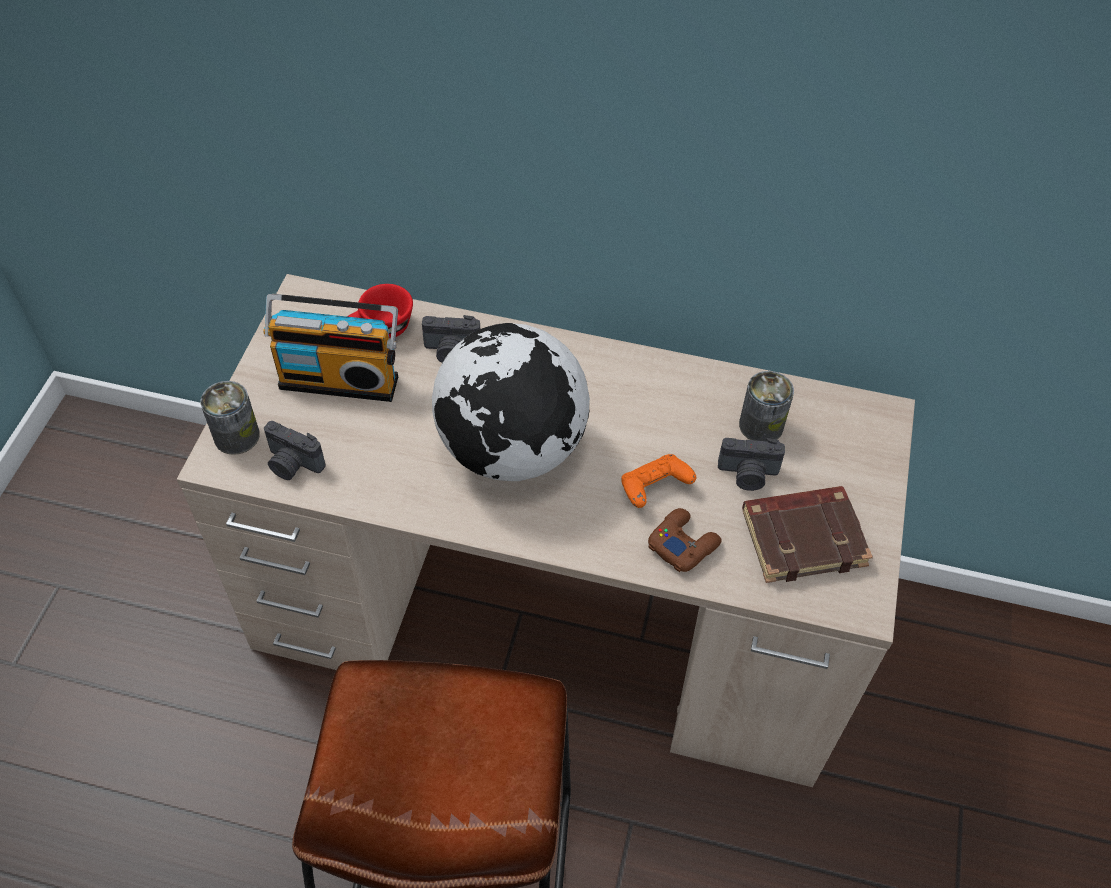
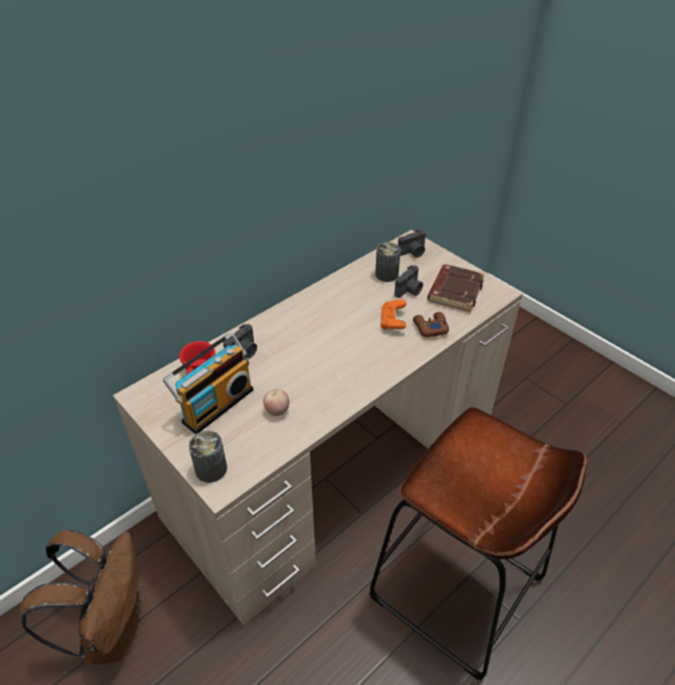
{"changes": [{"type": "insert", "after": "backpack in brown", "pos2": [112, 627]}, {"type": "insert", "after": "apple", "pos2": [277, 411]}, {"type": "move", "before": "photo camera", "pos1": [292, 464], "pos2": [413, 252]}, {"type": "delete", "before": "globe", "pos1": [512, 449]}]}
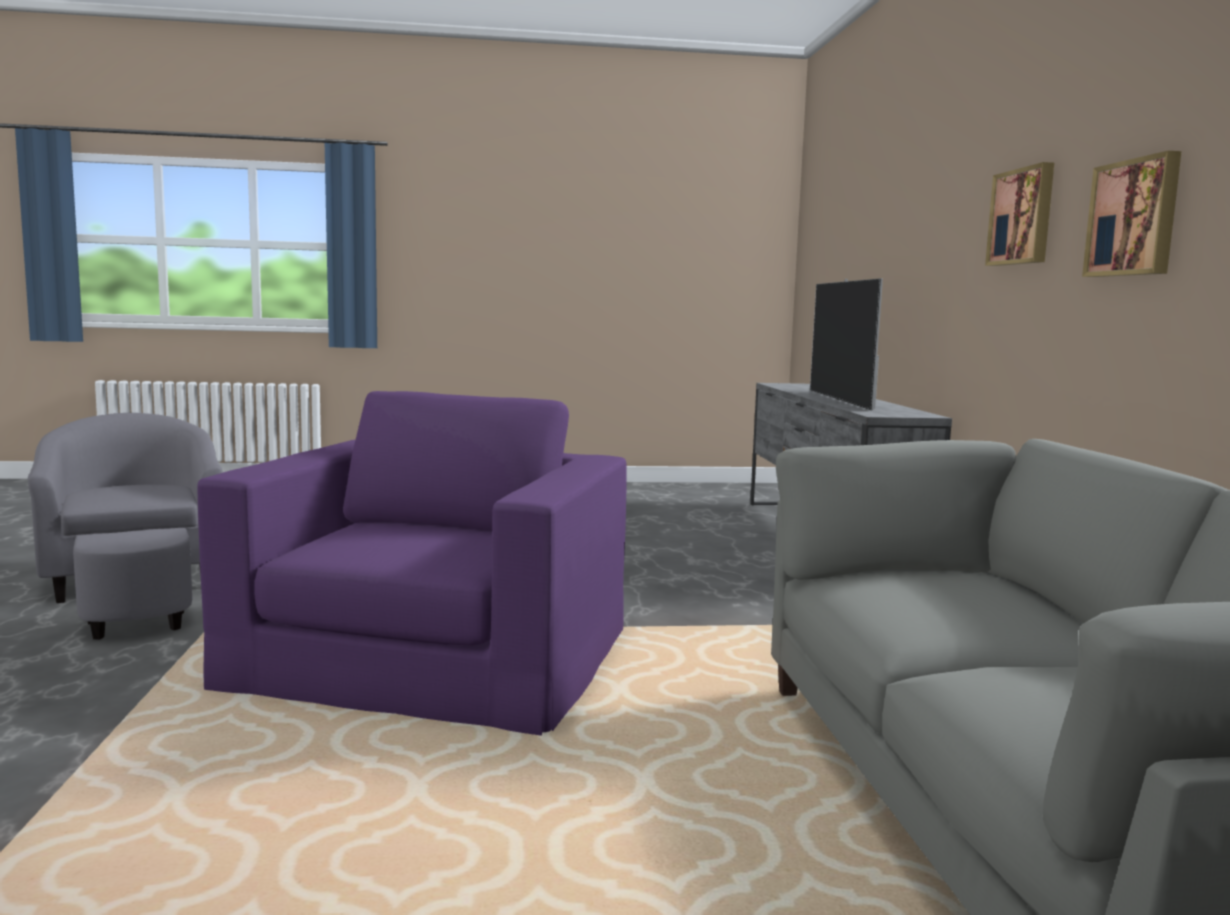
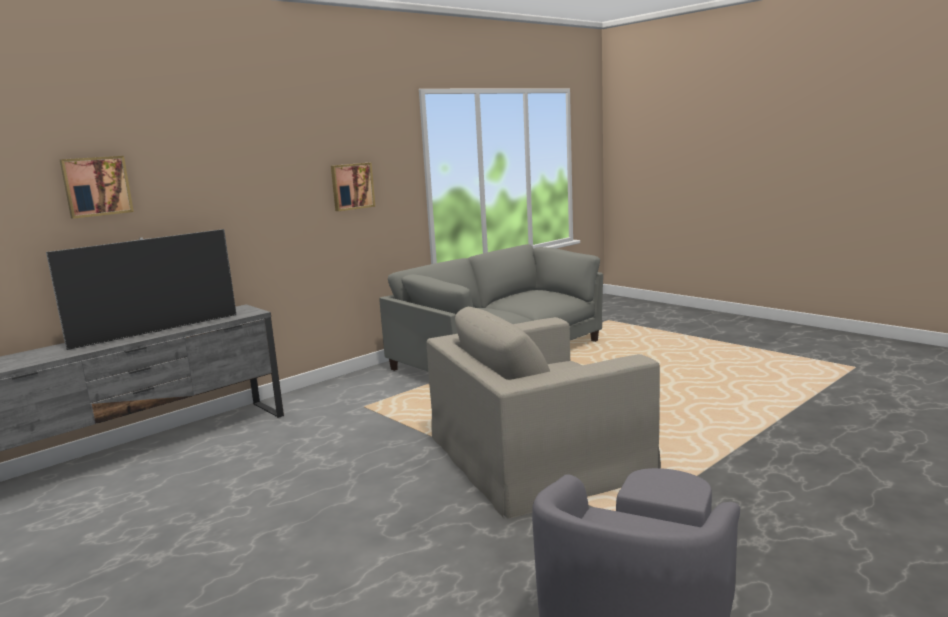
{"changes": [{"type": "move", "before": "picture", "pos1": [1023, 217], "pos2": [96, 186]}, {"type": "recolor", "before": "armchair in purple", "after": "armchair in beige", "pos1": [434, 656], "pos2": [537, 454]}]}
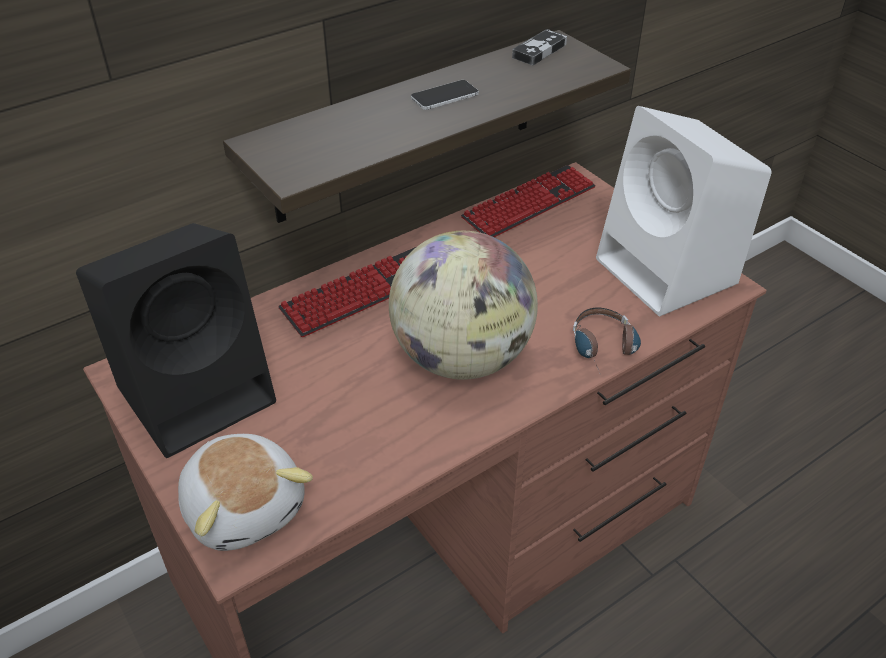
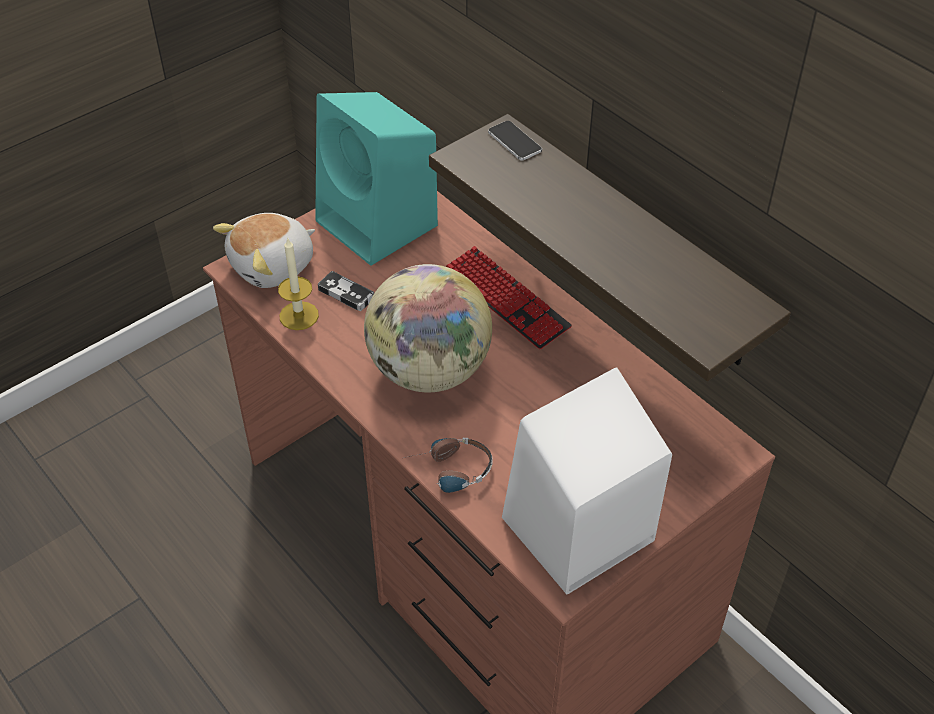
{"changes": [{"type": "insert", "after": "candle", "pos2": [299, 316]}, {"type": "recolor", "before": "speaker in black", "after": "speaker in turquoise", "pos1": [199, 392], "pos2": [379, 224]}, {"type": "move", "before": "game controller", "pos1": [539, 51], "pos2": [346, 294]}, {"type": "move", "before": "phone", "pos1": [444, 96], "pos2": [514, 141]}, {"type": "delete", "before": "keyboard", "pos1": [529, 203]}]}
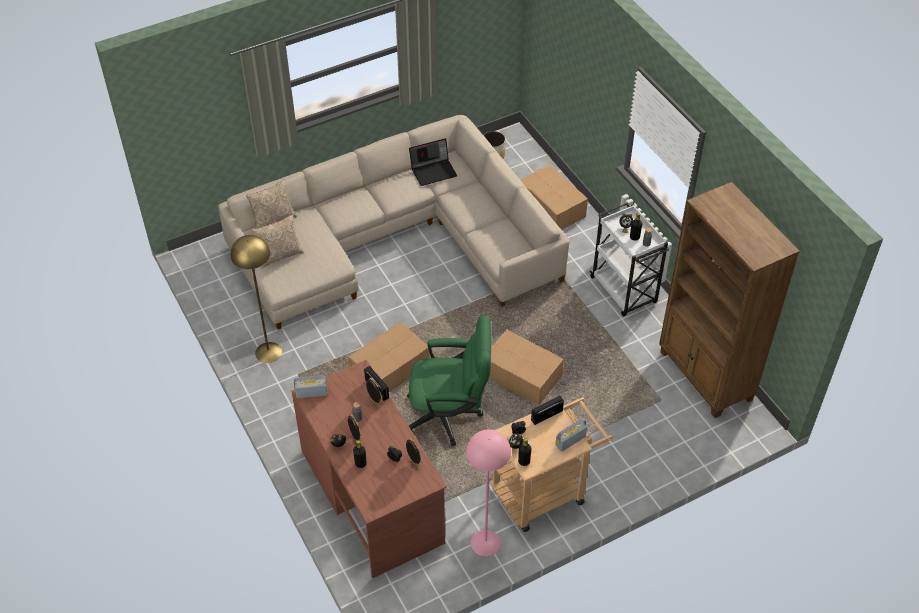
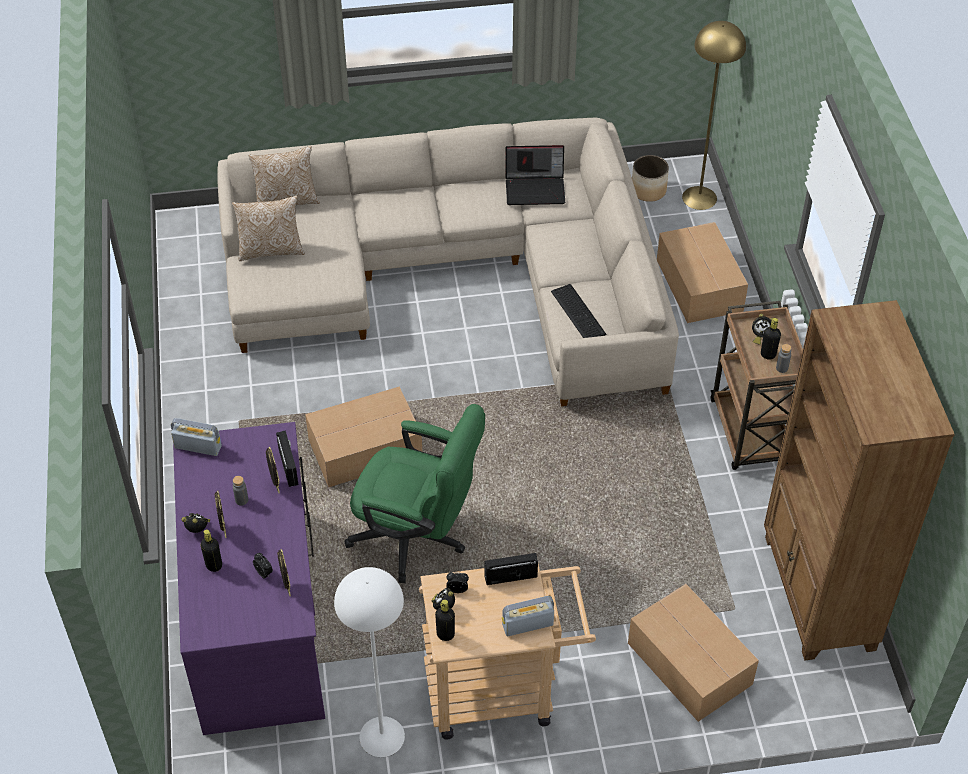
{"changes": [{"type": "recolor", "before": "desk in brown", "after": "desk in purple", "pos1": [372, 495], "pos2": [258, 618]}, {"type": "recolor", "before": "floor lamp in pink", "after": "floor lamp in white", "pos1": [485, 543], "pos2": [381, 736]}, {"type": "insert", "after": "keyboard", "pos2": [579, 312]}, {"type": "move", "before": "cardboard box", "pos1": [522, 376], "pos2": [690, 665]}, {"type": "move", "before": "floor lamp in yellow", "pos1": [268, 352], "pos2": [699, 197]}, {"type": "recolor", "before": "cart in white", "after": "cart in brown", "pos1": [624, 291], "pos2": [751, 433]}]}
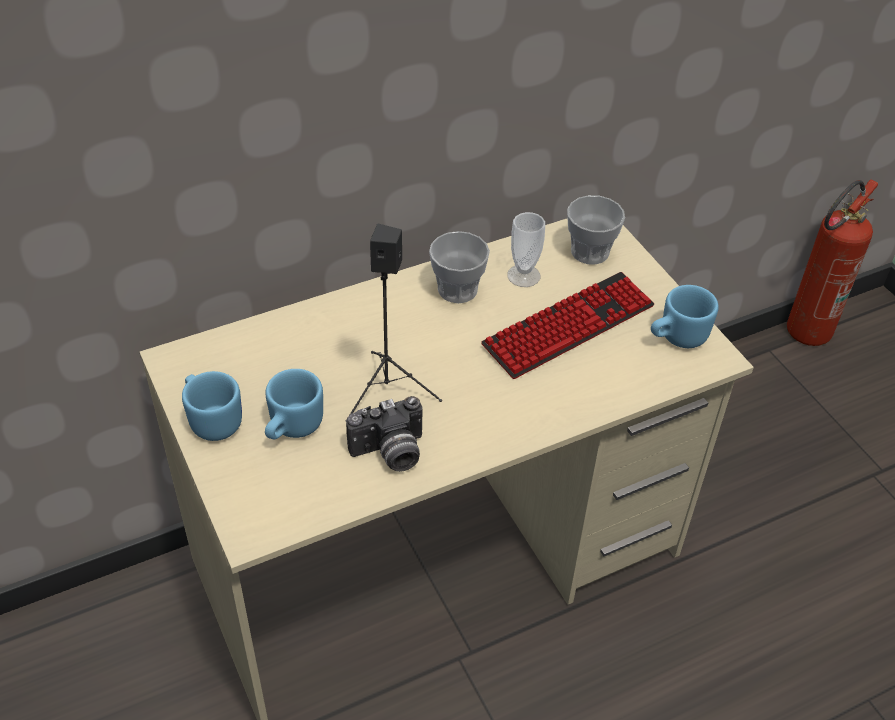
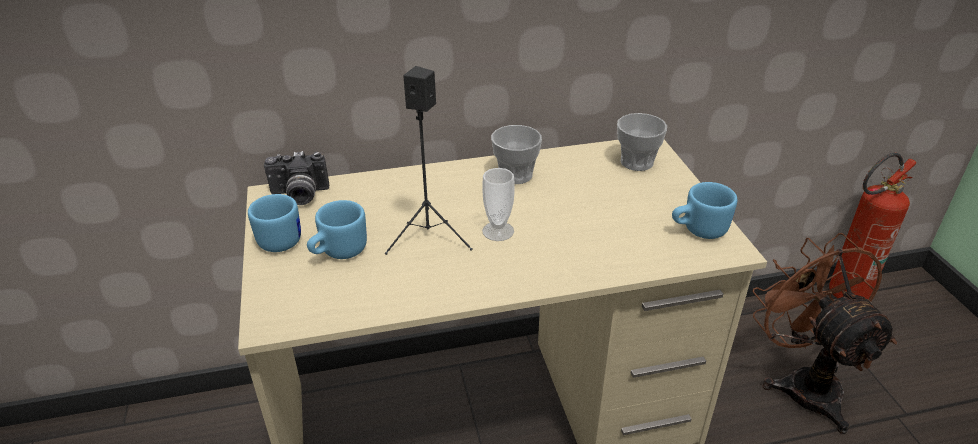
{"changes": [{"type": "move", "before": "photo camera", "pos1": [390, 453], "pos2": [299, 196]}, {"type": "move", "before": "cup", "pos1": [523, 276], "pos2": [498, 231]}, {"type": "insert", "after": "fan in brown", "pos2": [803, 382]}, {"type": "delete", "before": "keyboard", "pos1": [569, 326]}]}
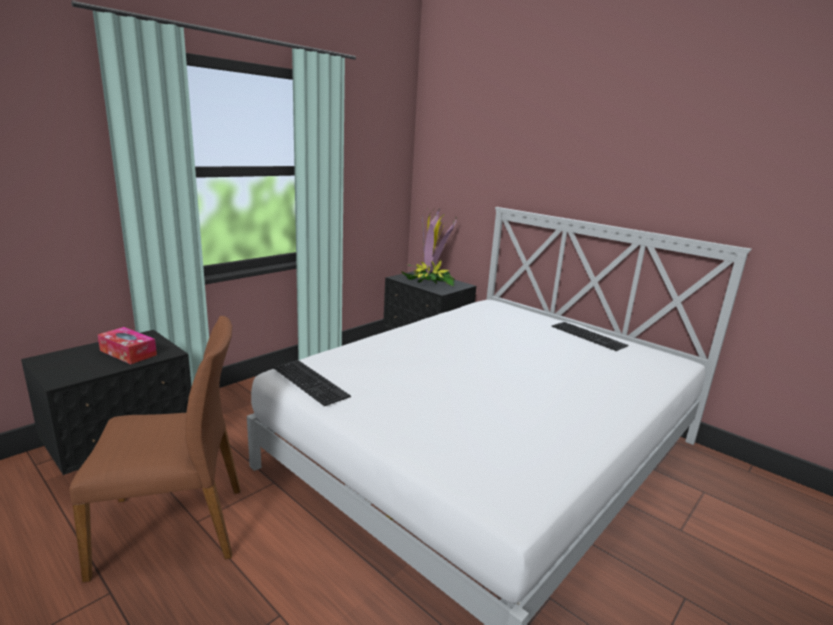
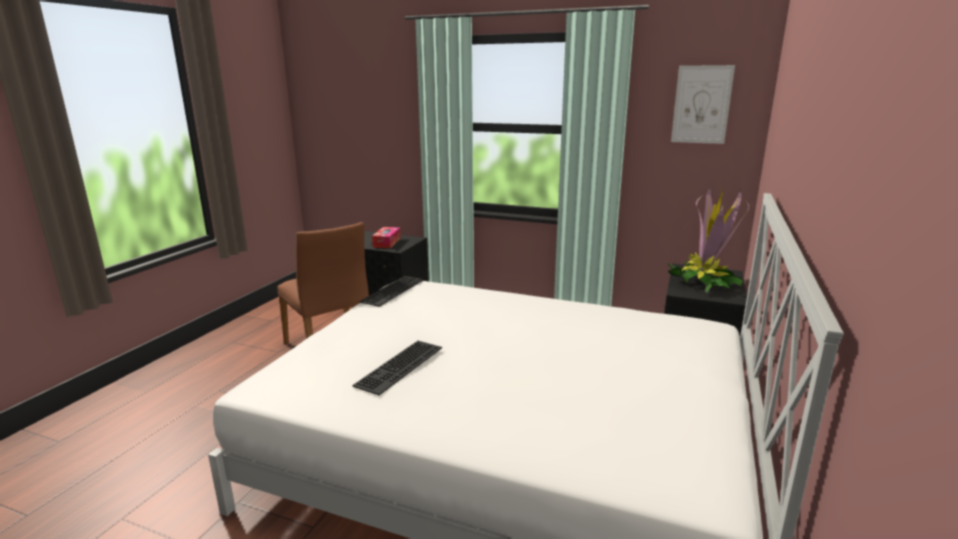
{"changes": [{"type": "move", "before": "keyboard", "pos1": [589, 335], "pos2": [401, 367]}, {"type": "insert", "after": "picture", "pos2": [701, 104]}]}
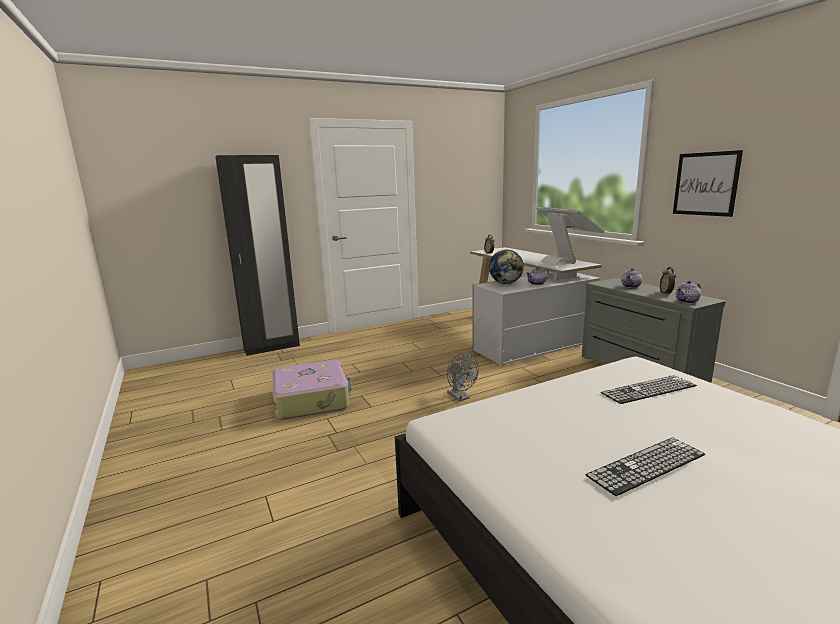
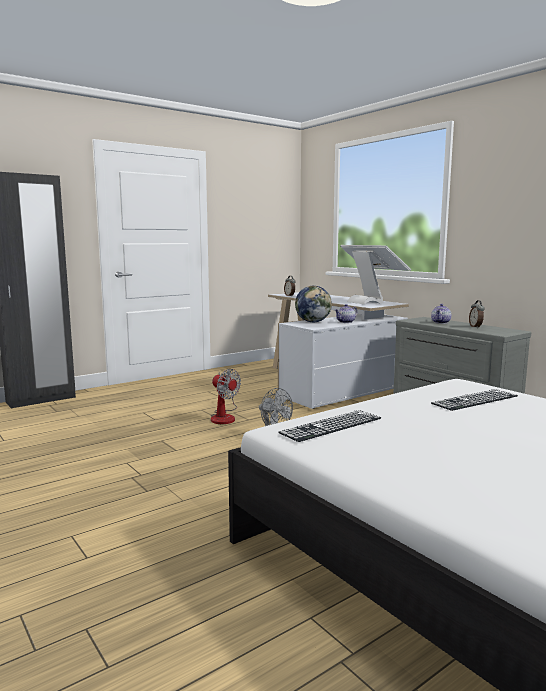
{"changes": [{"type": "insert", "after": "fan", "pos2": [224, 417]}, {"type": "move", "before": "keyboard", "pos1": [646, 465], "pos2": [331, 425]}, {"type": "delete", "before": "suitcase", "pos1": [312, 399]}, {"type": "delete", "before": "picture", "pos1": [705, 184]}, {"type": "delete", "before": "teapot", "pos1": [687, 302]}]}
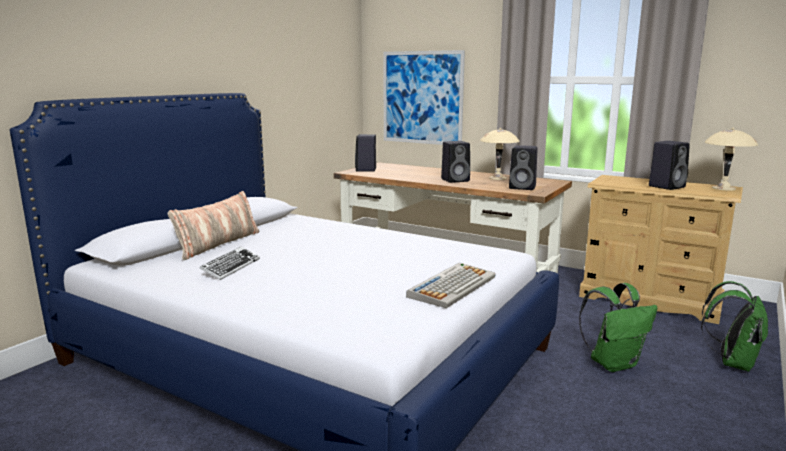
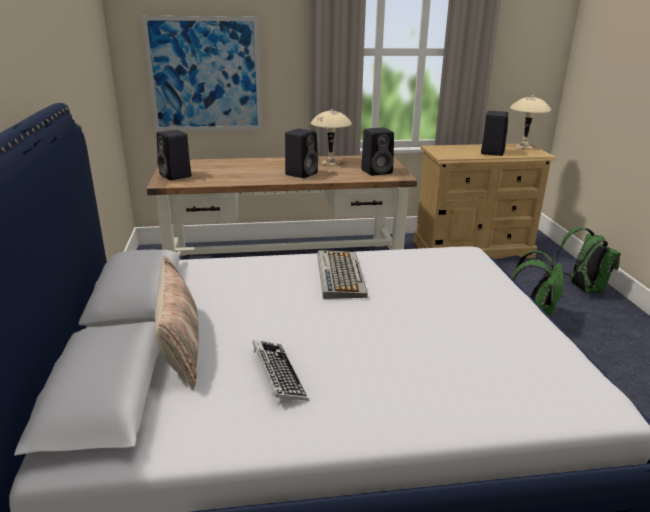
{"changes": [{"type": "move", "before": "keyboard", "pos1": [452, 286], "pos2": [339, 275]}]}
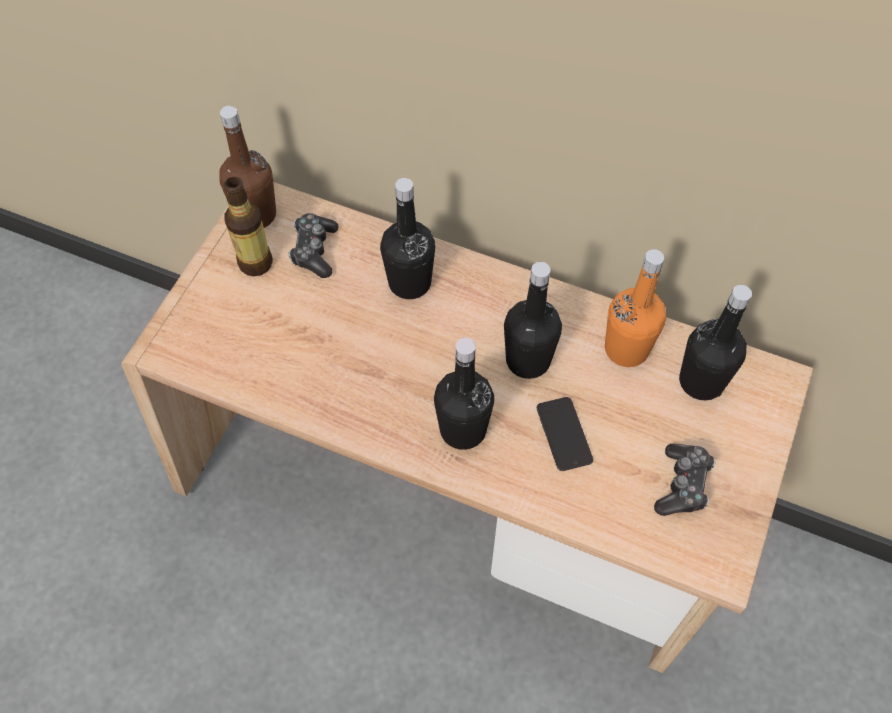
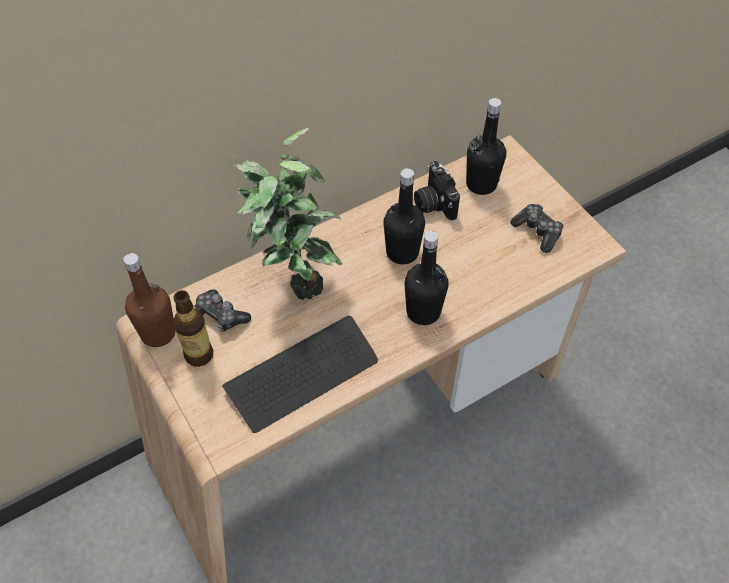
{"changes": [{"type": "insert", "after": "keyboard", "pos2": [302, 375]}, {"type": "replace", "before": "bottle in black", "after": "potted plant", "pos1": [409, 282], "pos2": [294, 278]}, {"type": "replace", "before": "bottle in orange", "after": "photo camera", "pos1": [626, 349], "pos2": [433, 203]}, {"type": "delete", "before": "phone", "pos1": [564, 434]}]}
